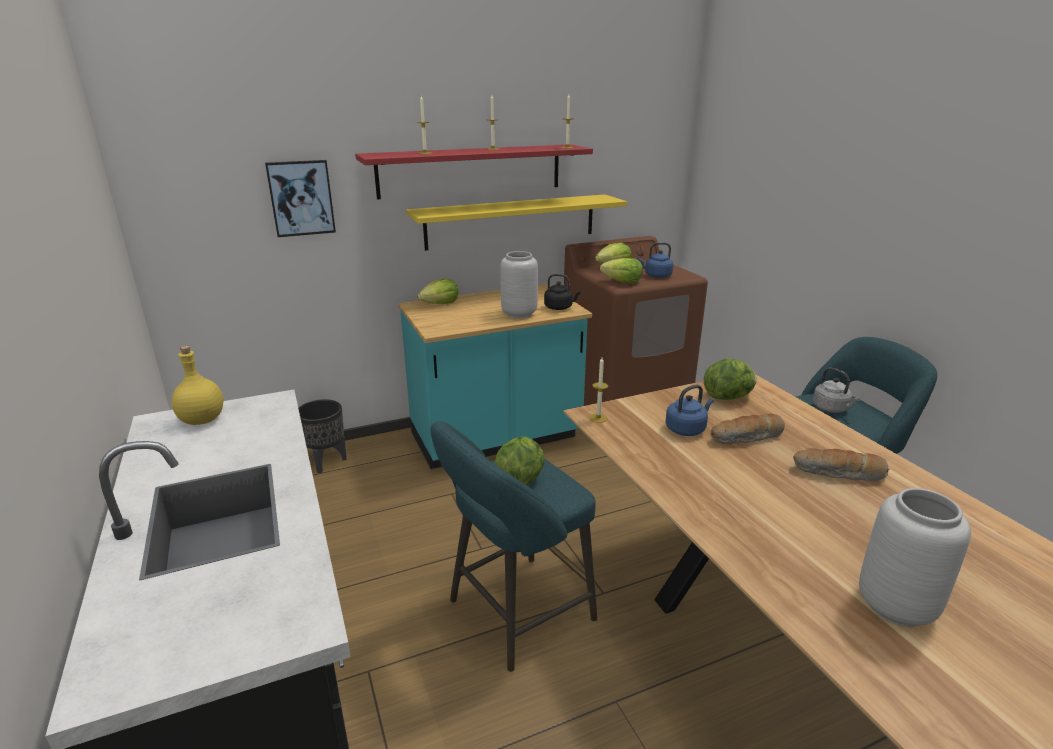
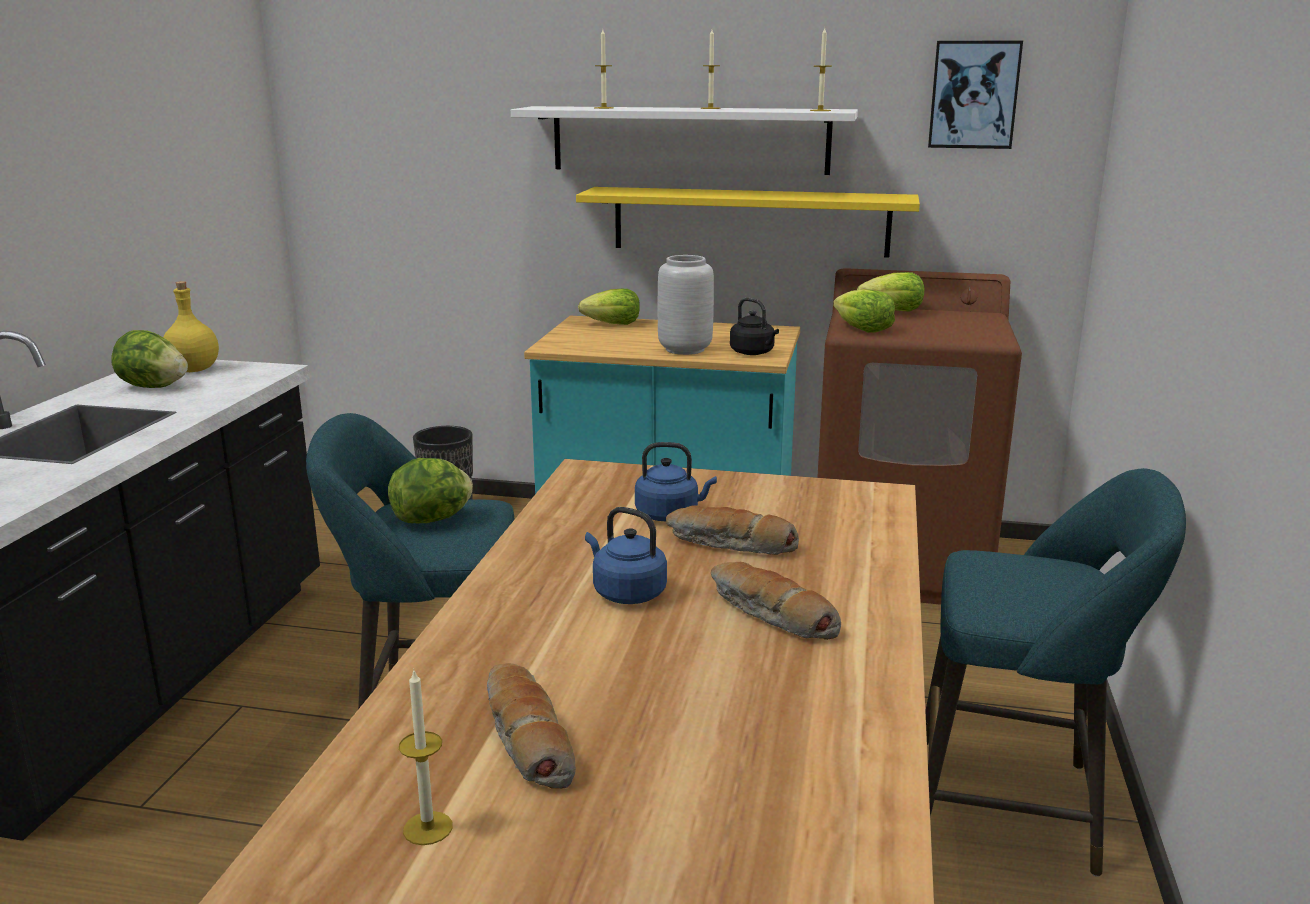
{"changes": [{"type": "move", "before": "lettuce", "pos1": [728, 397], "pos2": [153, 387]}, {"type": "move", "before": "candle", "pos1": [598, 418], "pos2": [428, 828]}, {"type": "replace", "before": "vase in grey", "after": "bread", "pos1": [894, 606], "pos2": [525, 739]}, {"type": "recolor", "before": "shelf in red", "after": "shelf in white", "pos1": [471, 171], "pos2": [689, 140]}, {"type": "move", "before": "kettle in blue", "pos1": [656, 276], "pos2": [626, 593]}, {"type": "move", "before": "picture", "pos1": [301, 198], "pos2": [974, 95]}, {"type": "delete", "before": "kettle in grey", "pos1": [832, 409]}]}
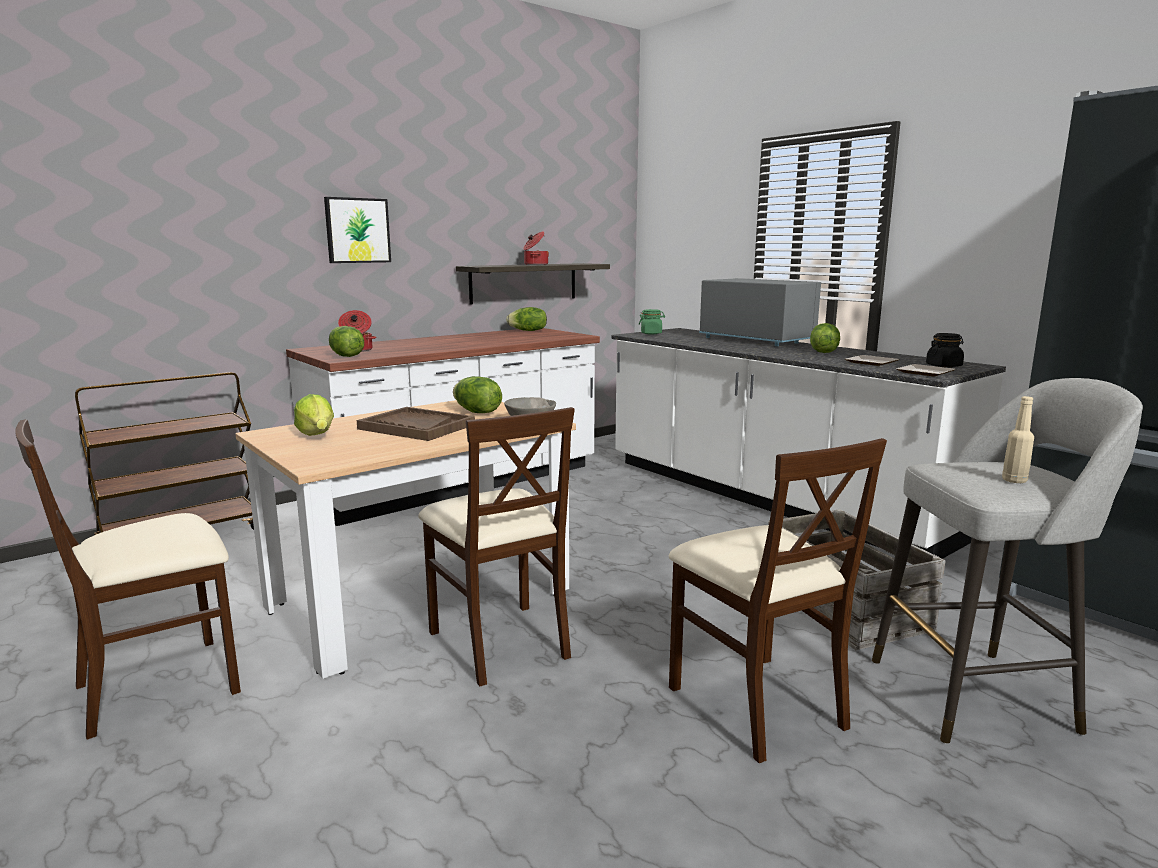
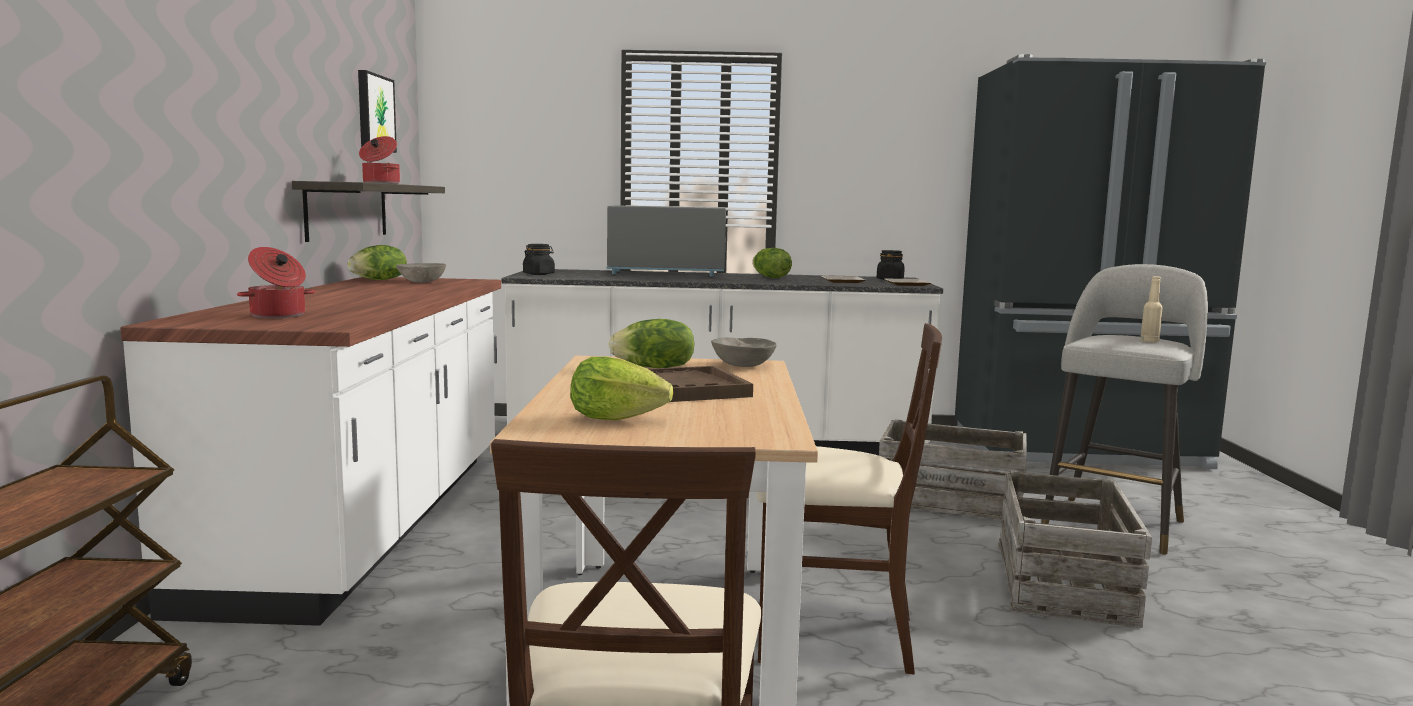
{"changes": [{"type": "move", "before": "picture", "pos1": [357, 230], "pos2": [374, 113]}, {"type": "insert", "after": "bowl in grey", "pos2": [422, 282]}, {"type": "recolor", "before": "jar in green", "after": "jar in black", "pos1": [651, 333], "pos2": [539, 274]}, {"type": "replace", "before": "chair in beige", "after": "crate", "pos1": [756, 704], "pos2": [1065, 582]}, {"type": "delete", "before": "lettuce", "pos1": [345, 356]}]}
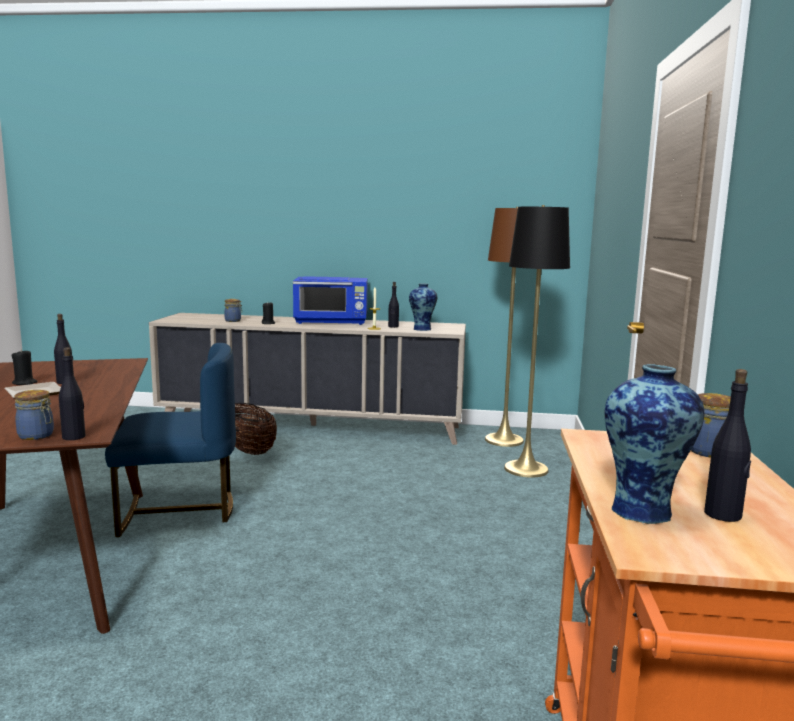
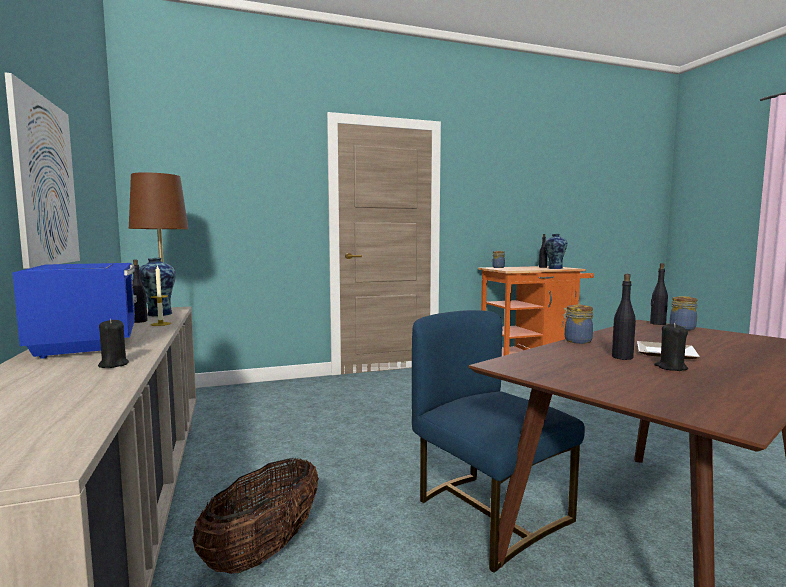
{"changes": [{"type": "insert", "after": "picture", "pos2": [45, 182]}, {"type": "move", "before": "jar", "pos1": [233, 321], "pos2": [576, 341]}, {"type": "delete", "before": "floor lamp in black", "pos1": [526, 469]}]}
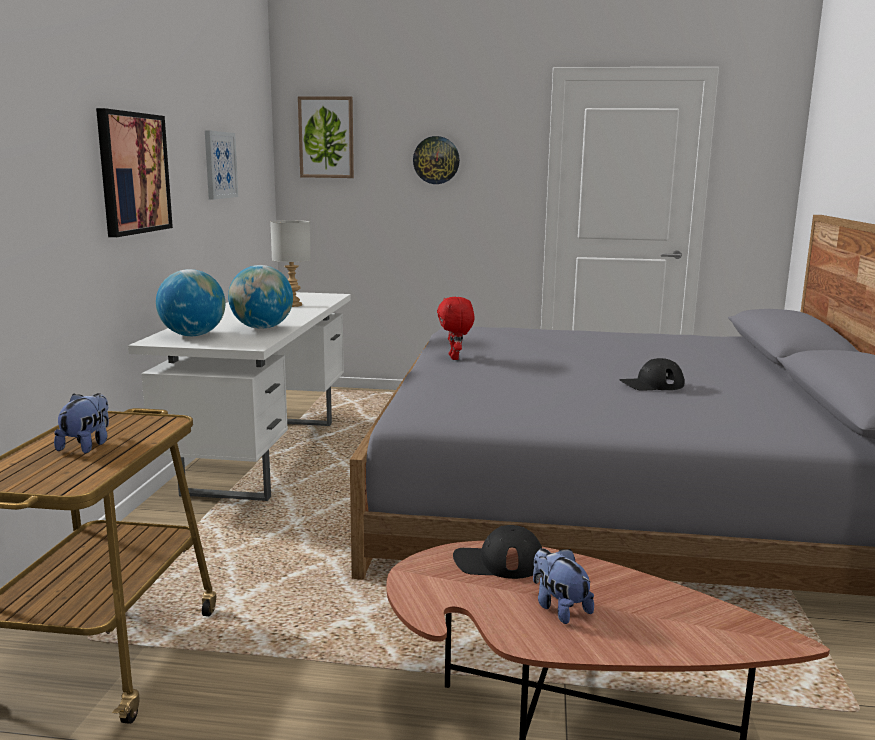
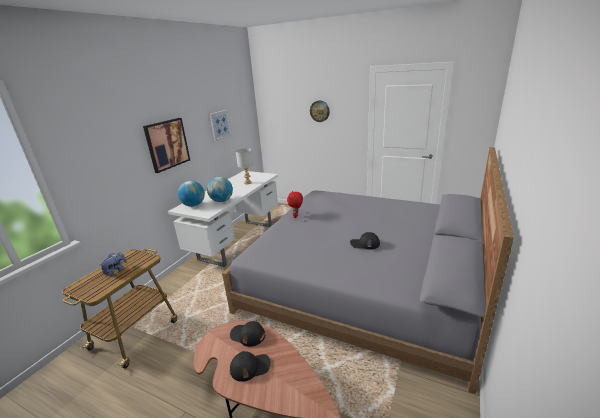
{"changes": [{"type": "replace", "before": "plush toy", "after": "cap in black", "pos1": [559, 608], "pos2": [250, 367]}, {"type": "delete", "before": "picture", "pos1": [326, 137]}]}
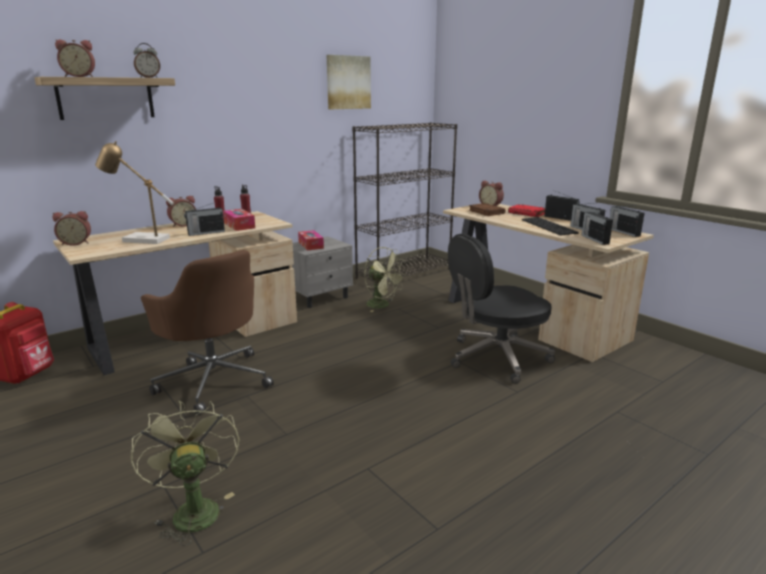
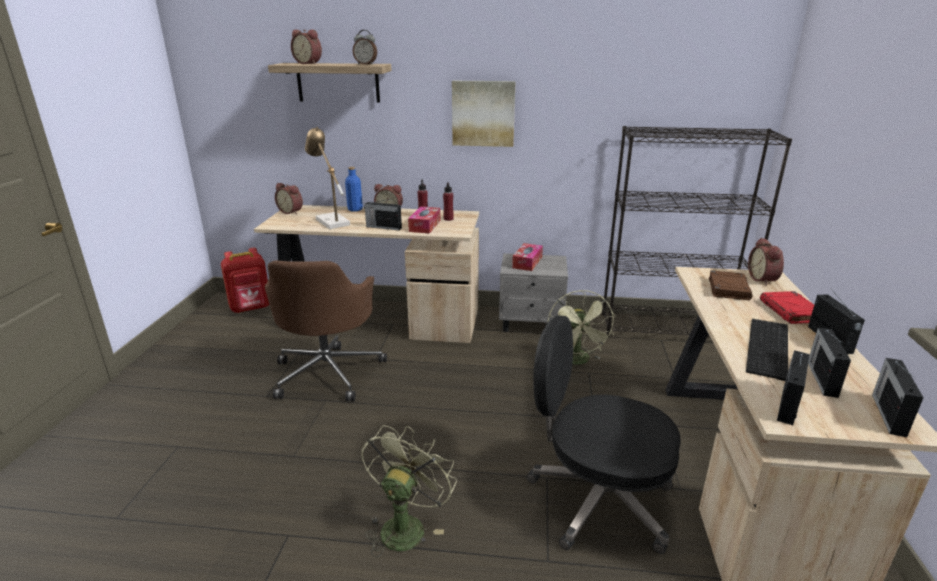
{"changes": [{"type": "insert", "after": "bottle in blue", "pos2": [355, 209]}, {"type": "move", "before": "fan in green", "pos1": [193, 509], "pos2": [405, 525]}, {"type": "move", "before": "picture", "pos1": [348, 82], "pos2": [483, 113]}]}
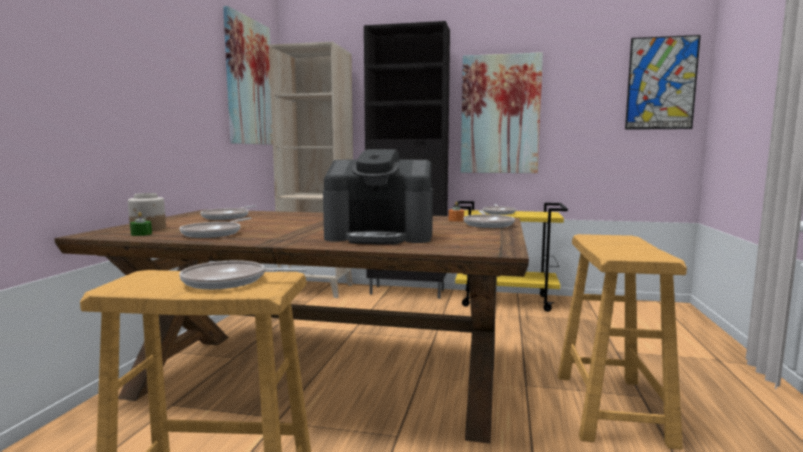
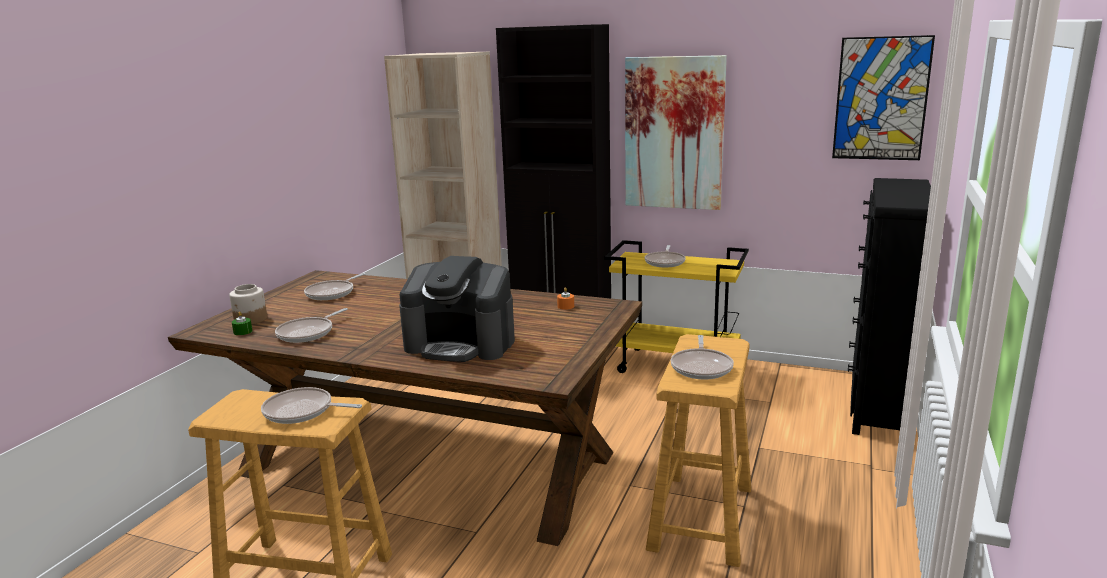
{"changes": [{"type": "move", "before": "frying pan", "pos1": [488, 224], "pos2": [701, 367]}, {"type": "insert", "after": "dresser in black", "pos2": [877, 406]}, {"type": "delete", "before": "picture", "pos1": [249, 82]}]}
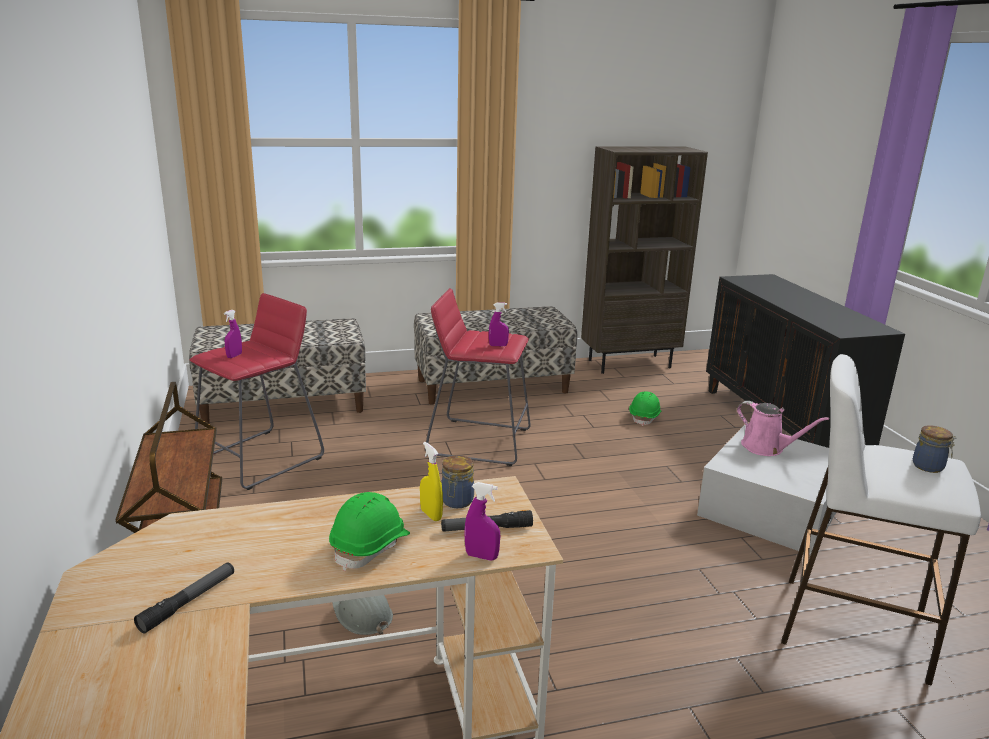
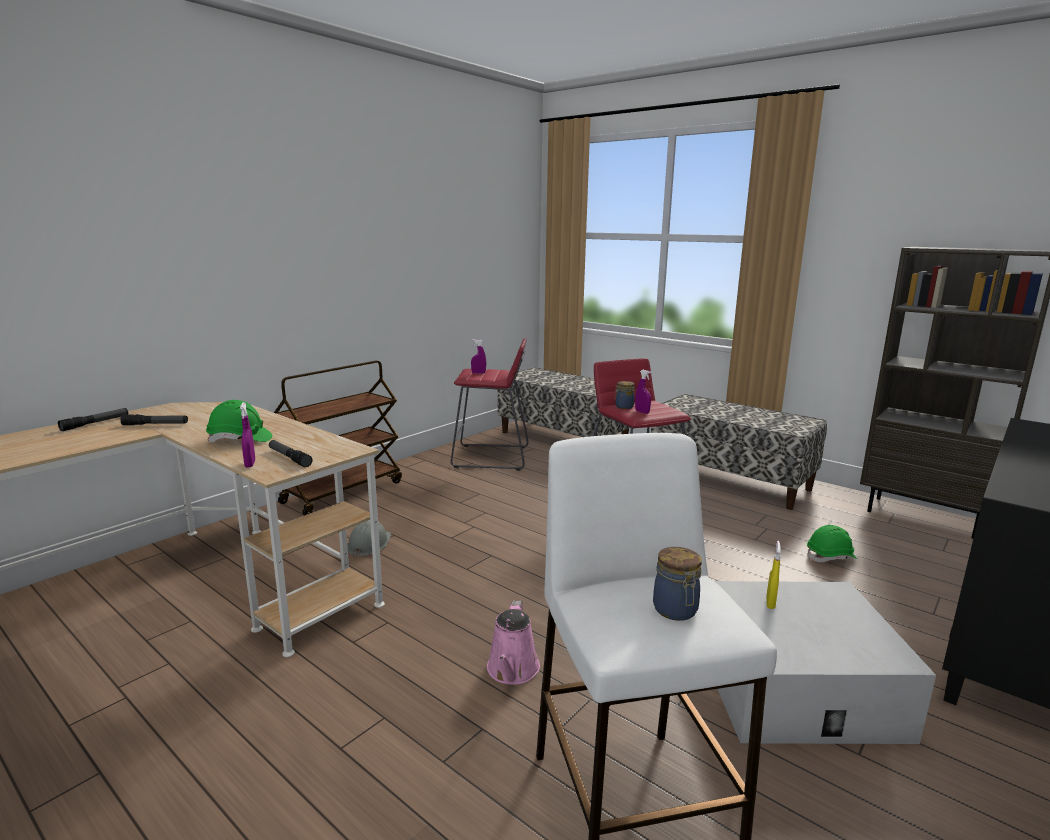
{"changes": [{"type": "insert", "after": "flashlight", "pos2": [95, 423]}, {"type": "move", "before": "watering can in pink", "pos1": [766, 448], "pos2": [512, 671]}, {"type": "move", "before": "jar", "pos1": [456, 502], "pos2": [623, 407]}, {"type": "move", "before": "spray bottle in yellow", "pos1": [431, 515], "pos2": [770, 603]}]}
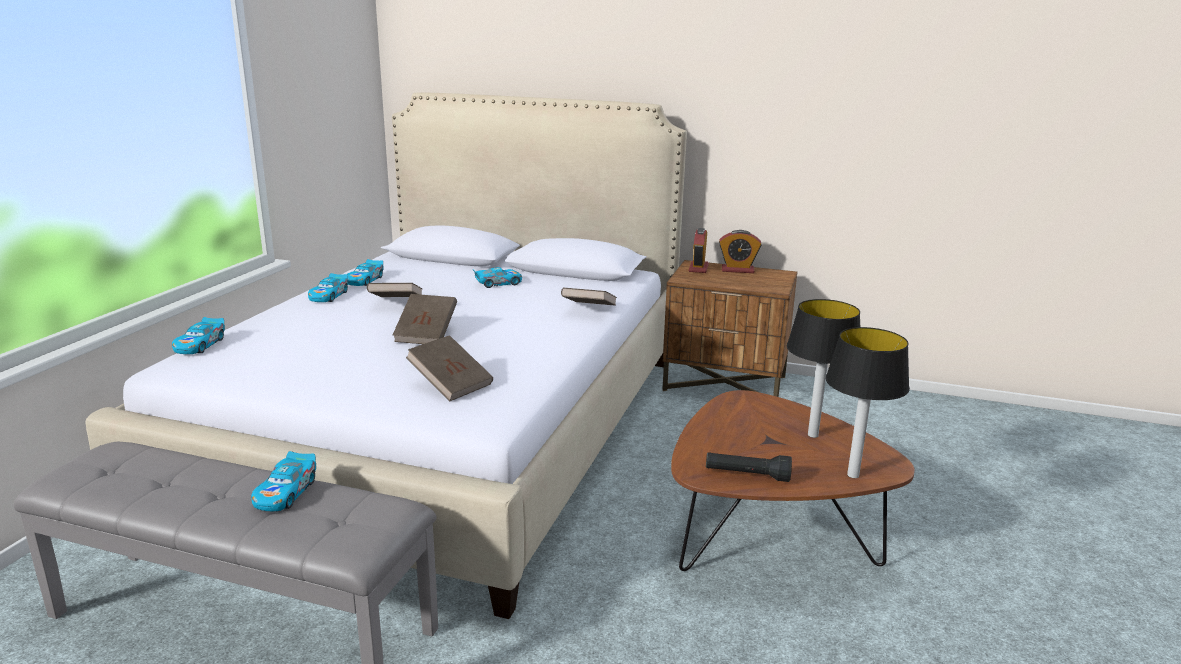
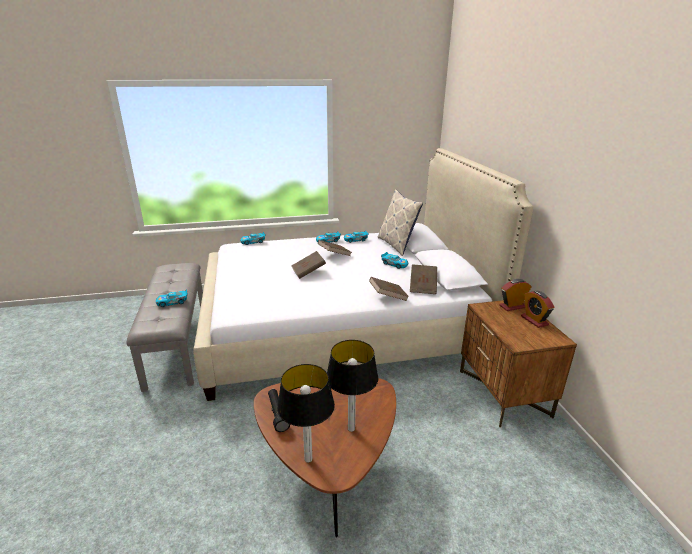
{"changes": [{"type": "insert", "after": "pillow", "pos2": [397, 245]}, {"type": "move", "before": "book in brown", "pos1": [451, 384], "pos2": [423, 287]}]}
